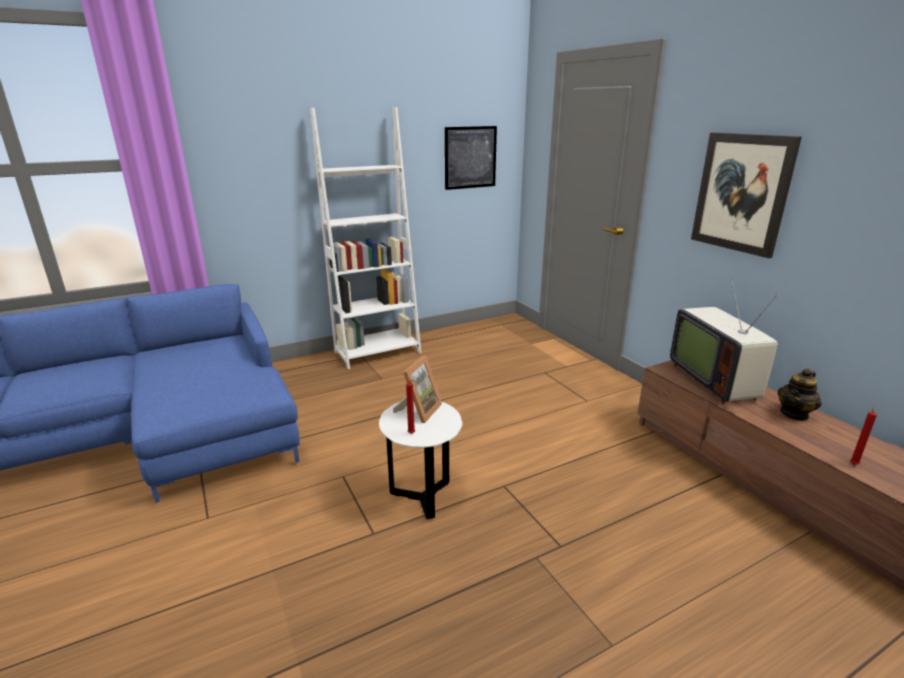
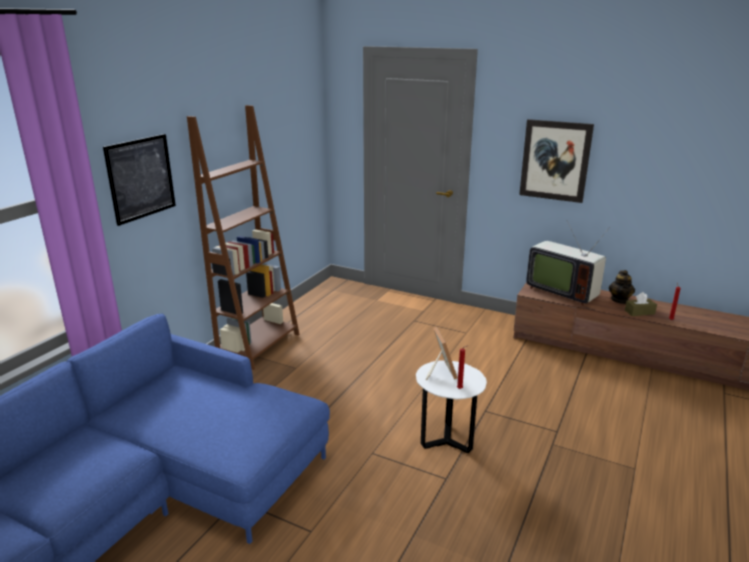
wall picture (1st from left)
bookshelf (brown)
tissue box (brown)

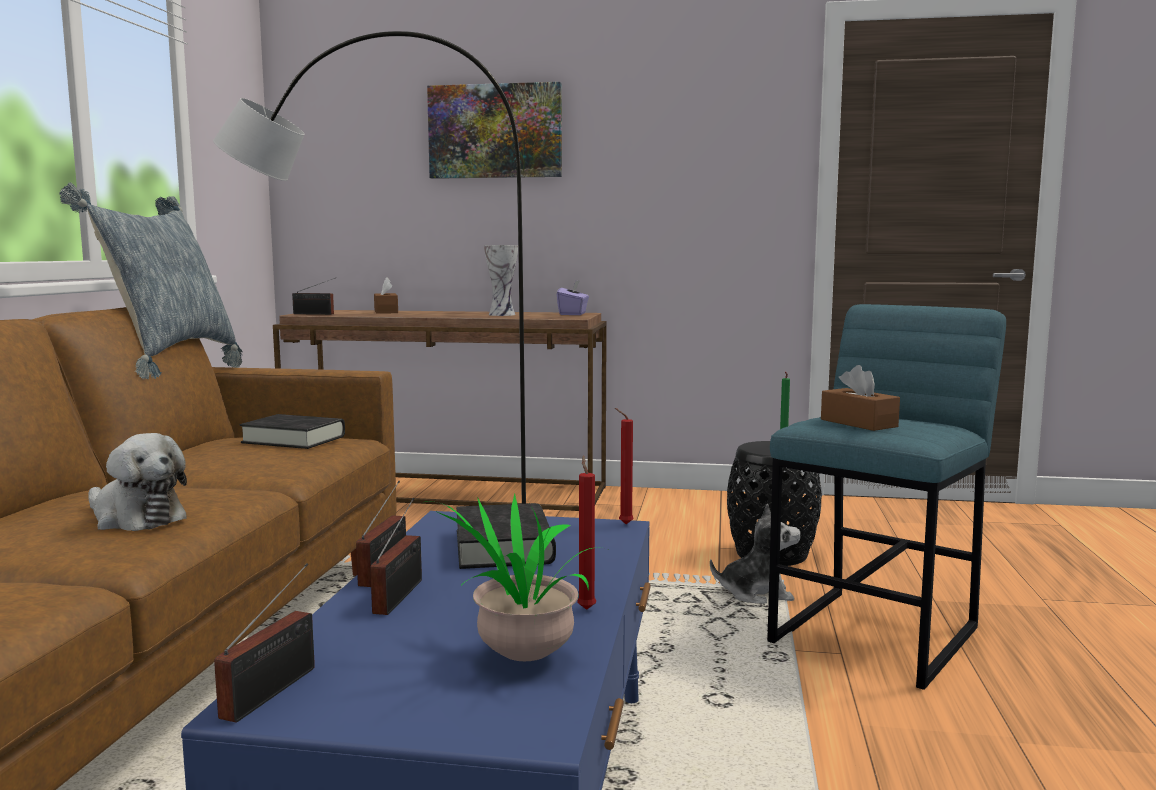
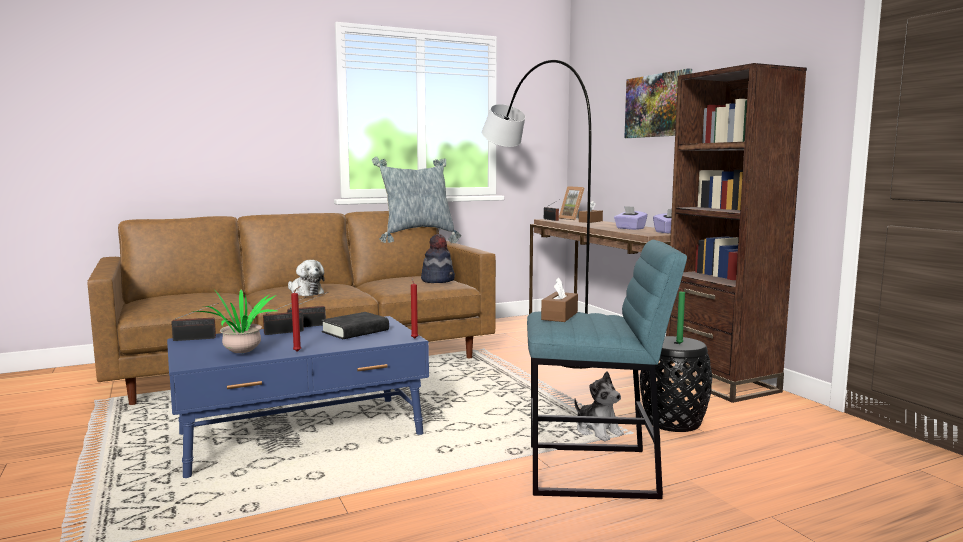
plush toy (1st from left)
clothing hat
picture frame
tissue box (purple-coloured) (1st from left)
bookshelf (brown)

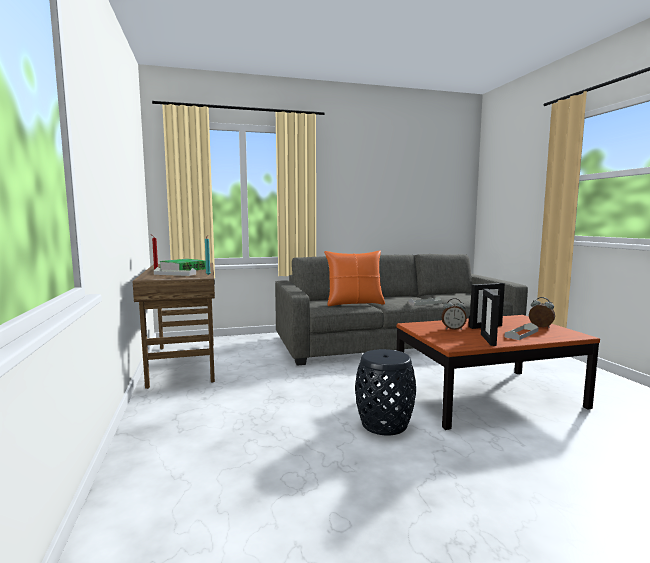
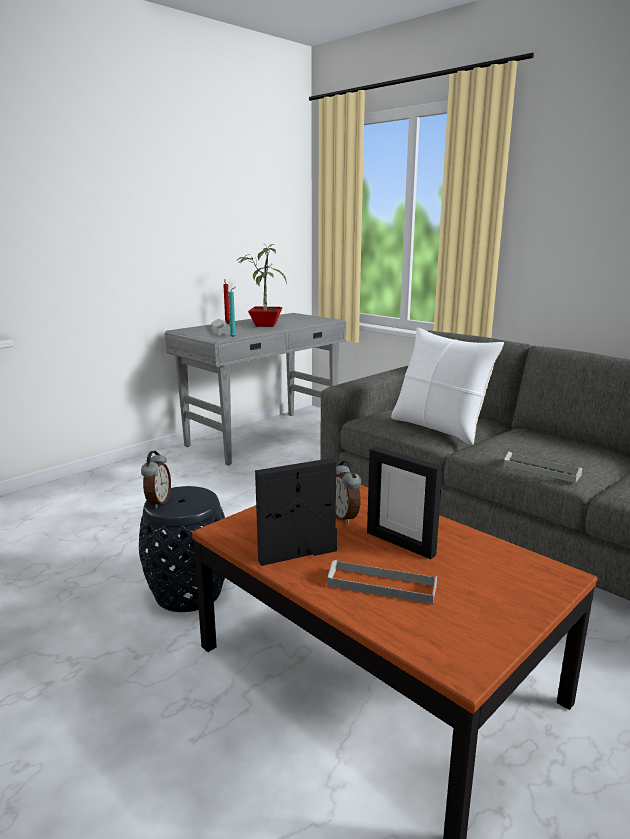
alarm clock (1st from left)
narrow table (grey)
potted plant
pillow (white)

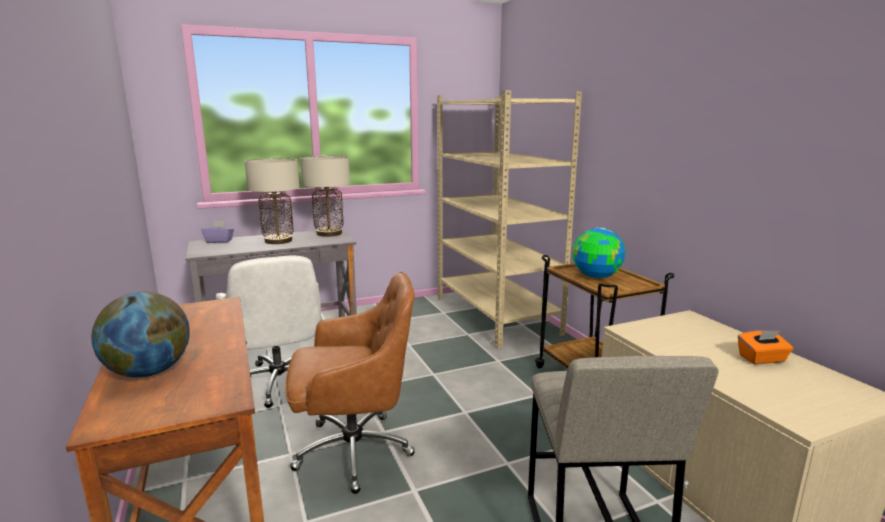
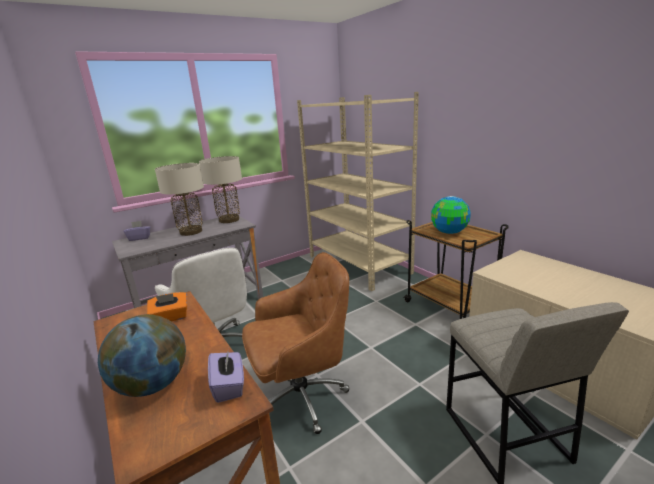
tissue box (orange)
tissue box (purple-coloured) (2nd from left)

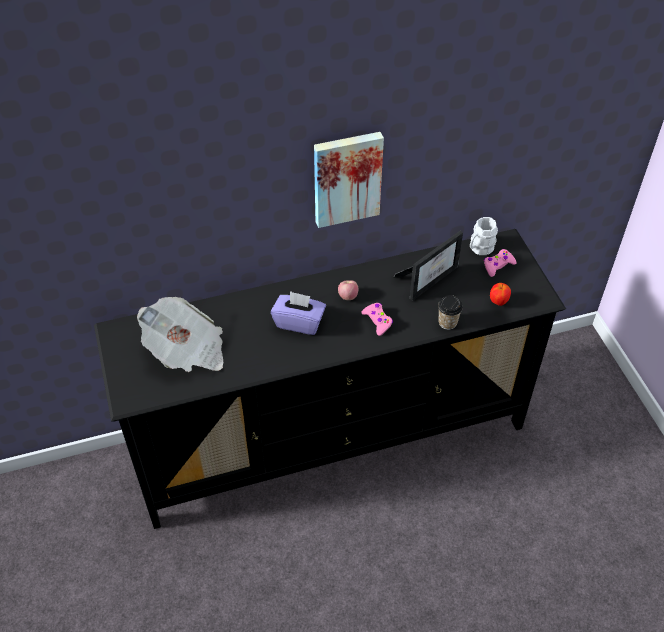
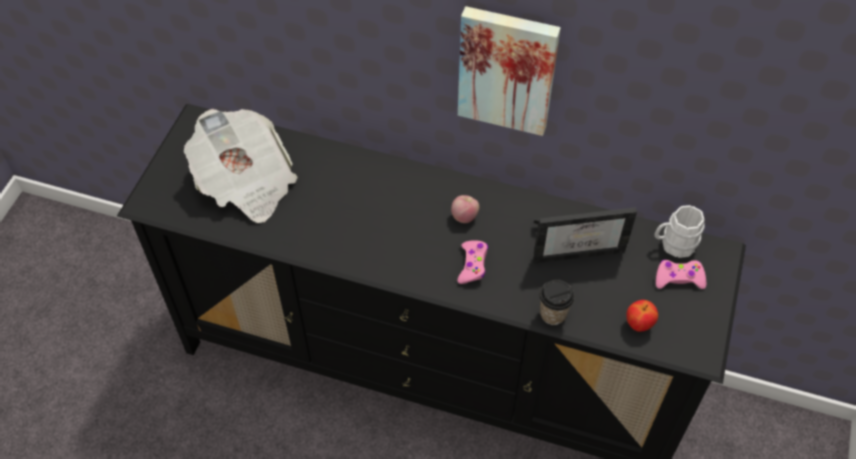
tissue box (purple-coloured)

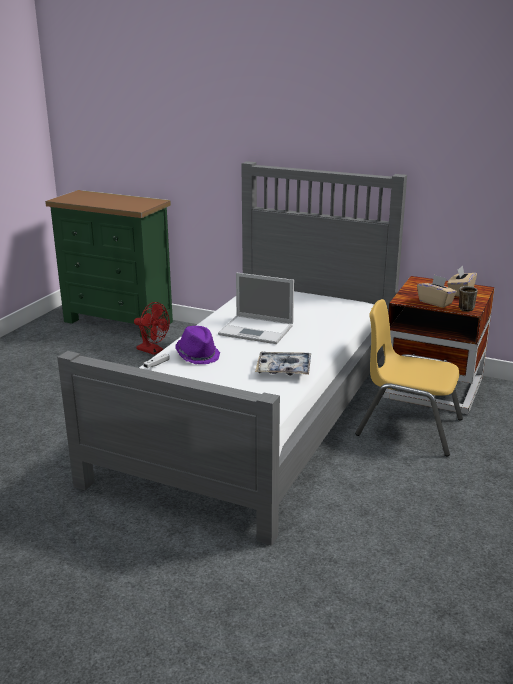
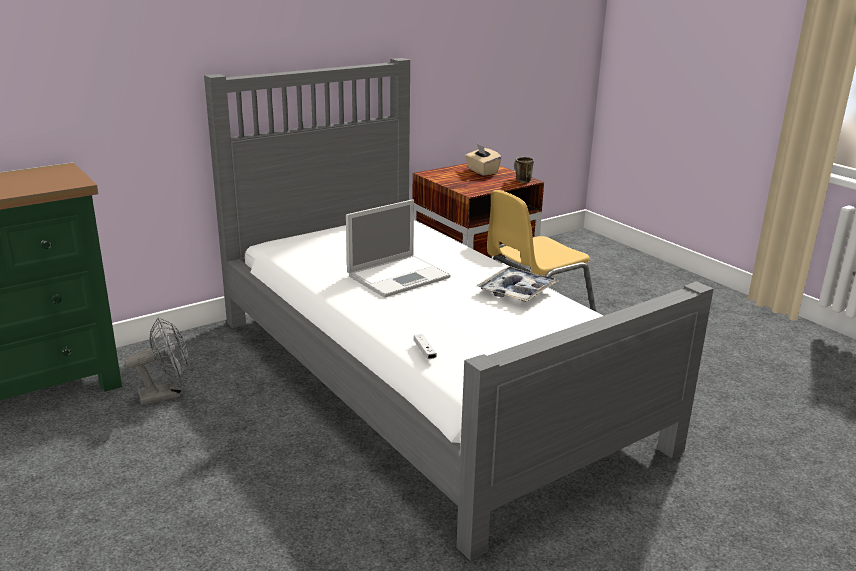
electric fan (grey)
clothing hat (purple-coloured)
tissue box (beige) (1st from left in the first image)

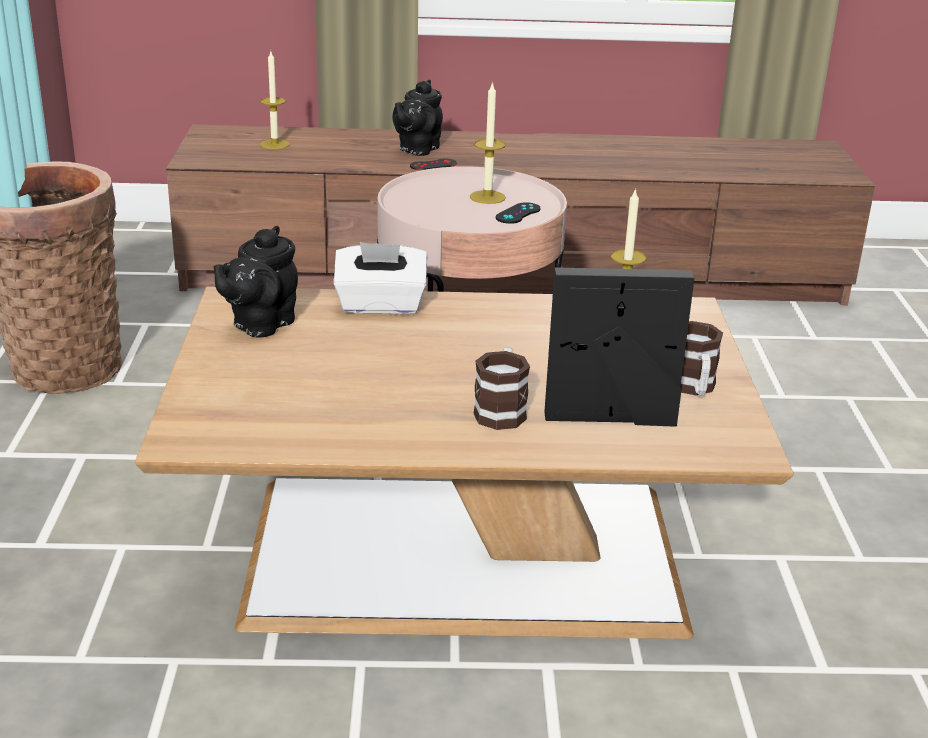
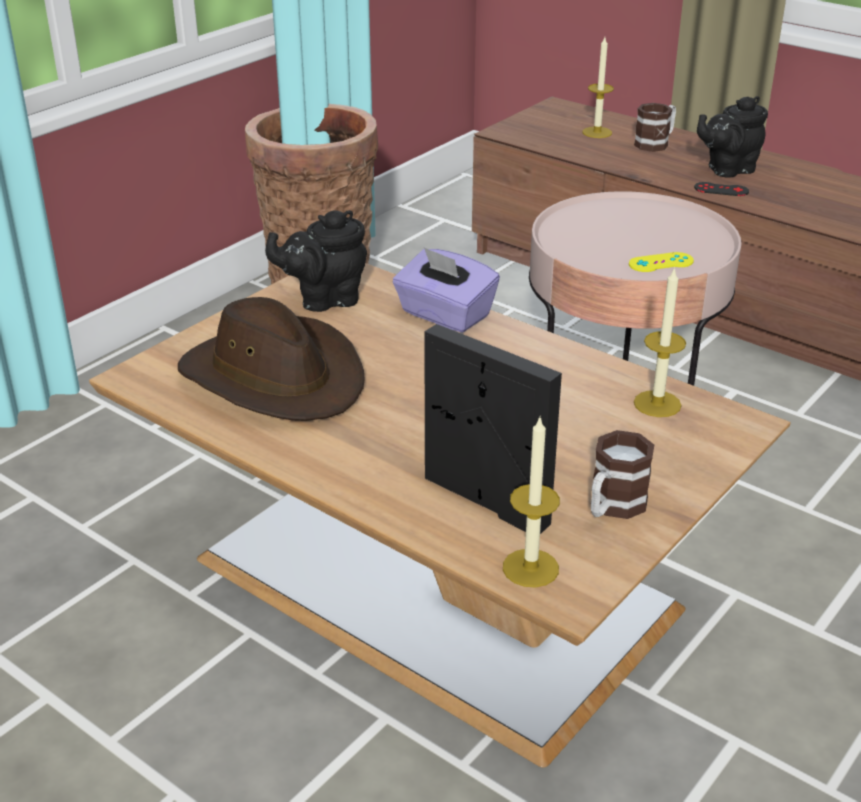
clothing hat (brown)
tissue box (purple-coloured)
candle (1st from left)
joypad (yellow)
mug (2nd from left)

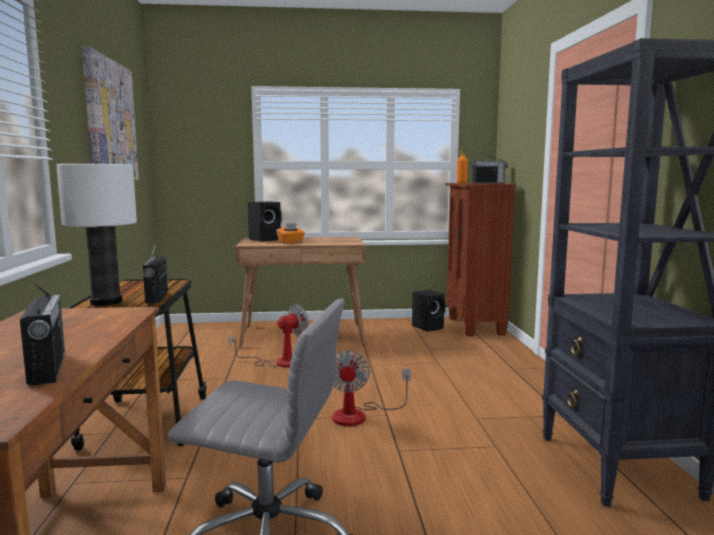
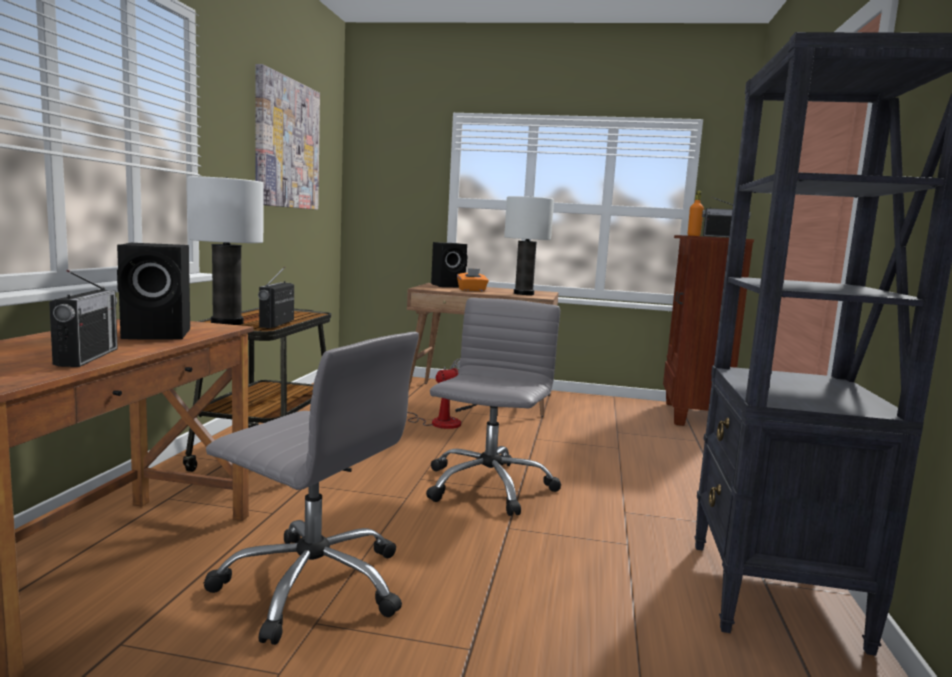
audio speaker (black) (1st from left)
computer chair (grey) (2nd from left)
table lamp (white) (2nd from left)

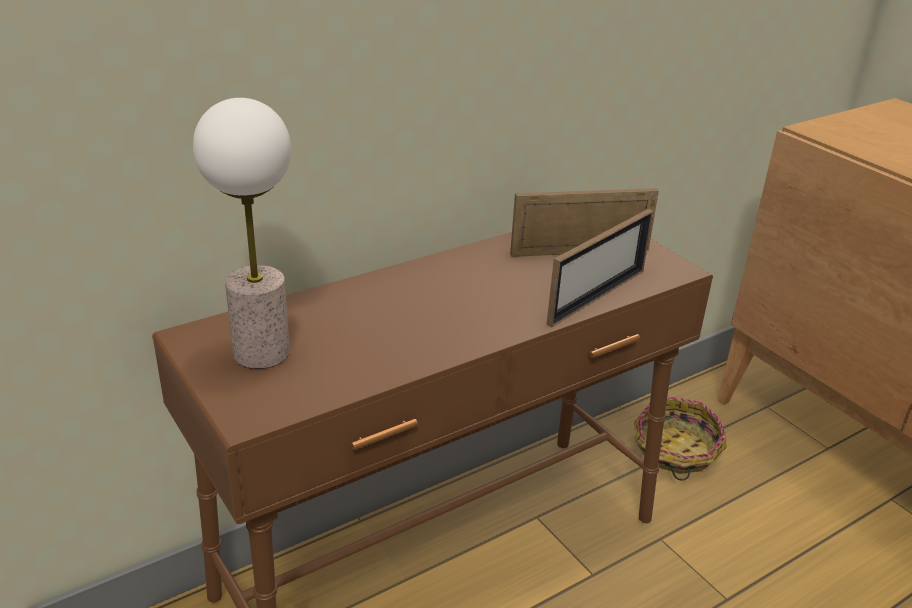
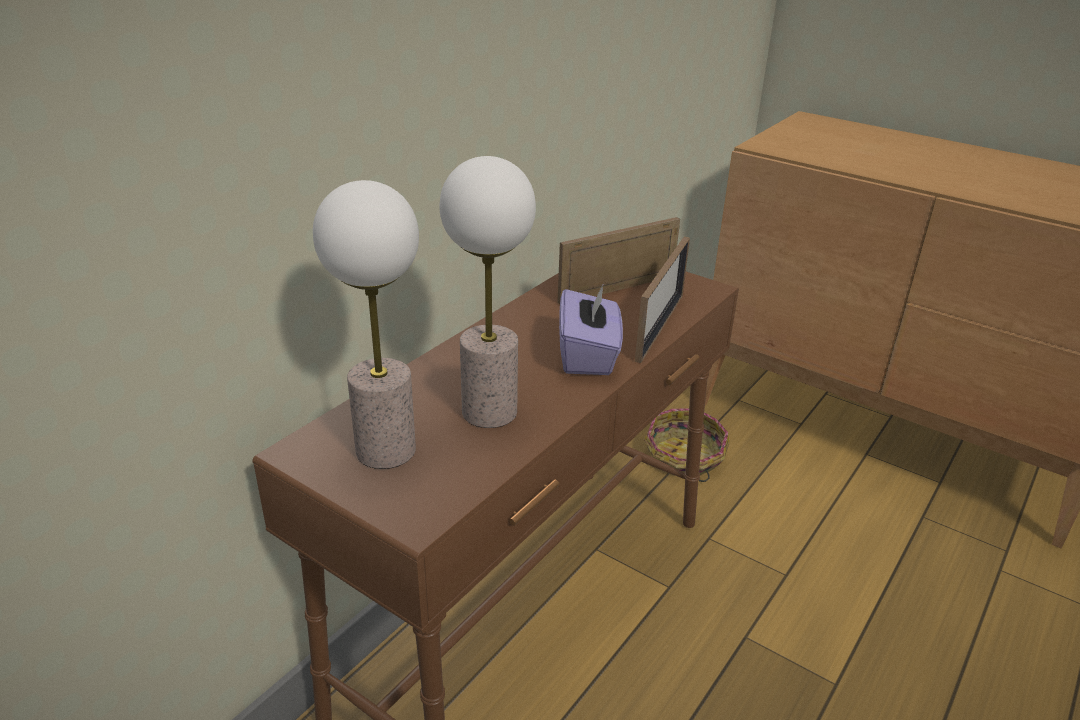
table lamp (2nd from left)
tissue box (purple-coloured)

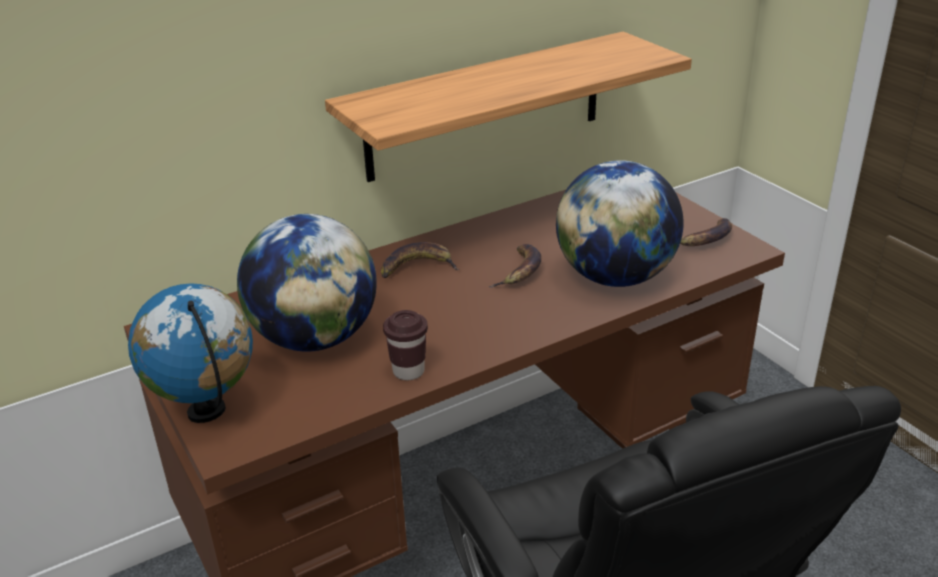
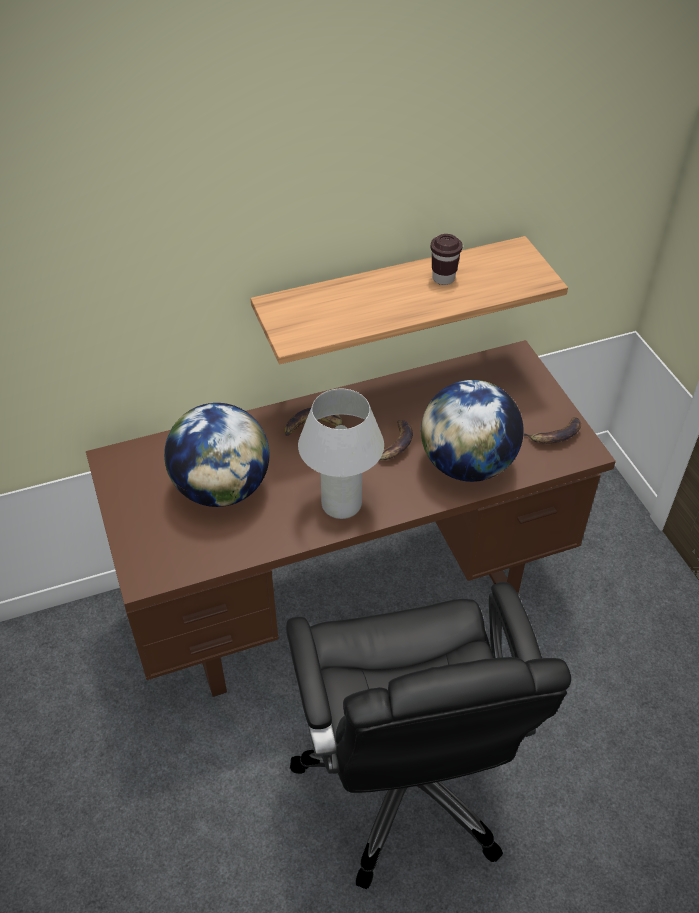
table lamp (white)
drinking cup (brown)
desk globe (1st from left in the first image)

